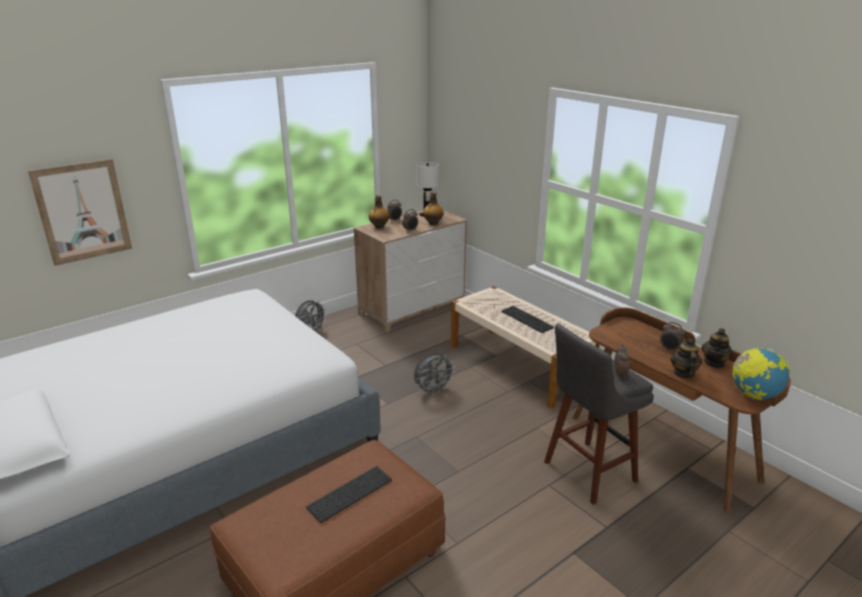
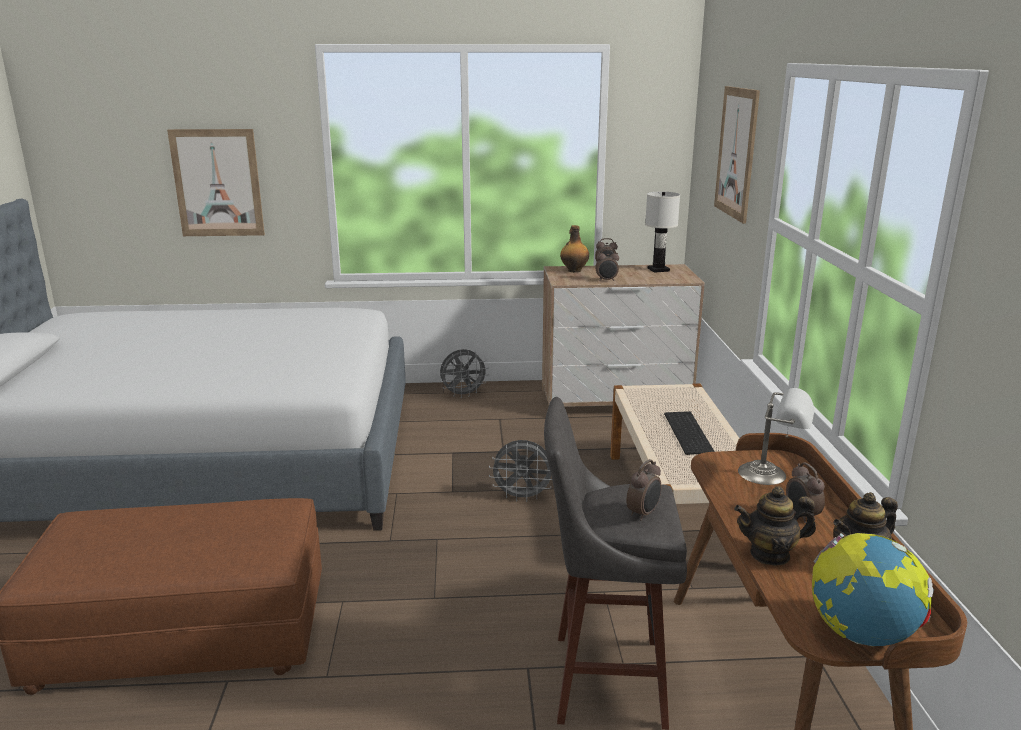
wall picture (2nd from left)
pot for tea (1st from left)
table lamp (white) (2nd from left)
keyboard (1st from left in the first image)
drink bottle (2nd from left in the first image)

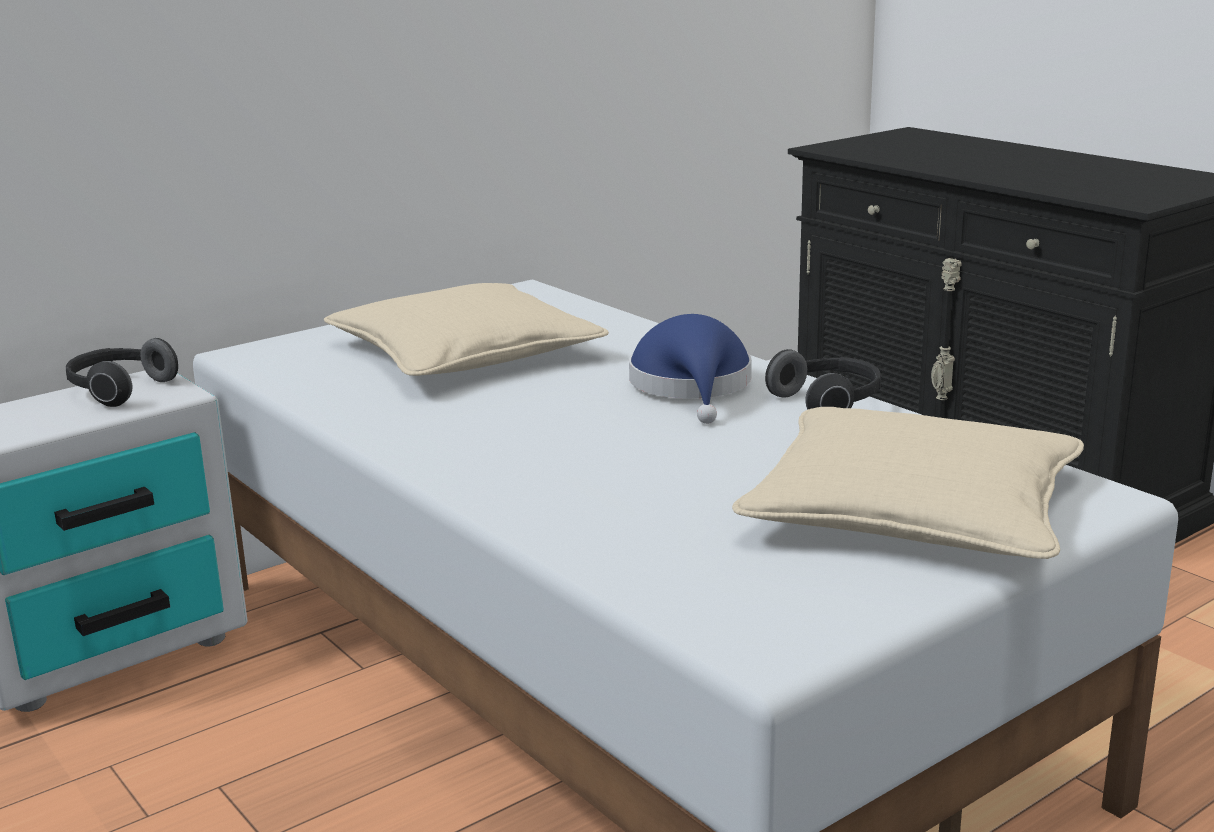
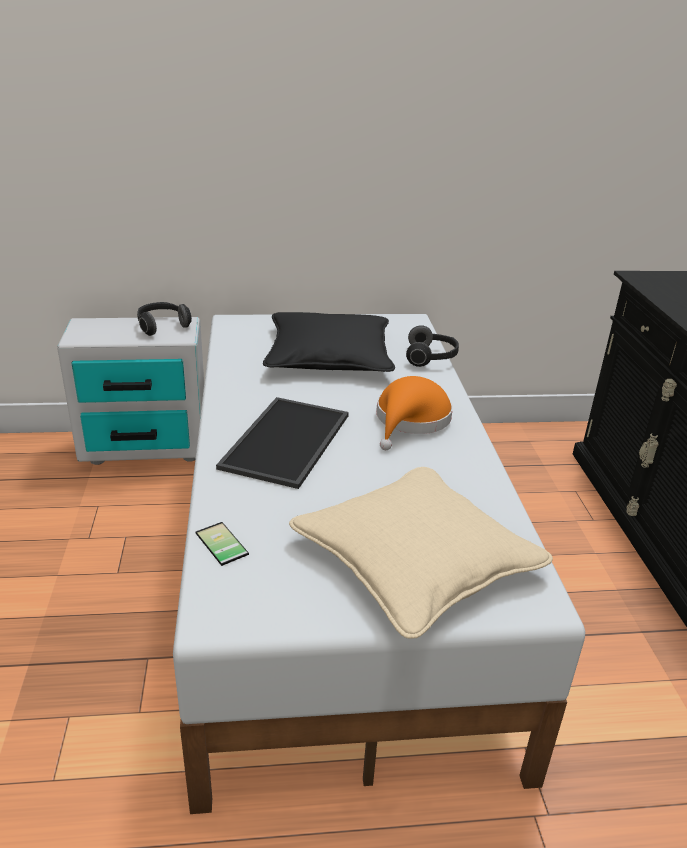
telephone
serving tray
pillow (black)
clothing hat (orange)
pair of headphones (2nd from left)

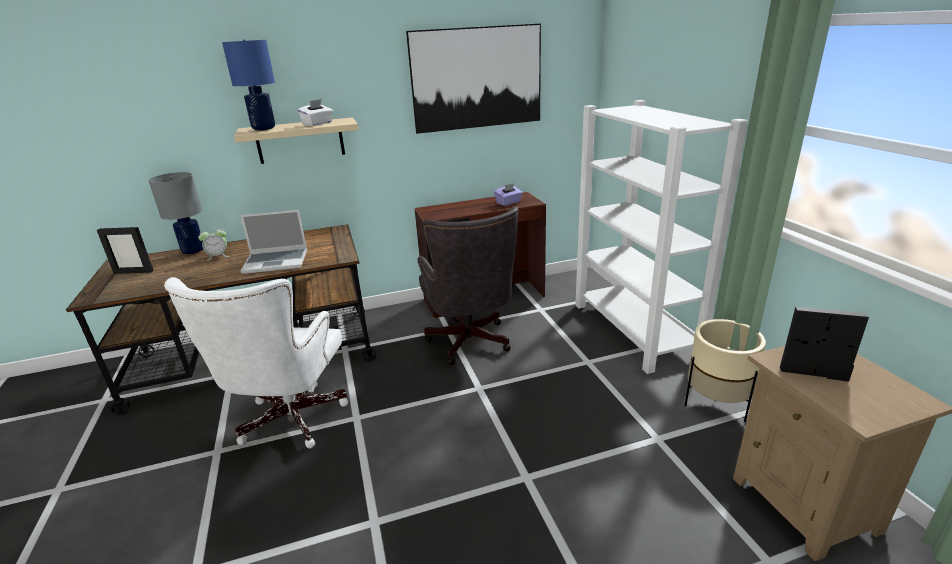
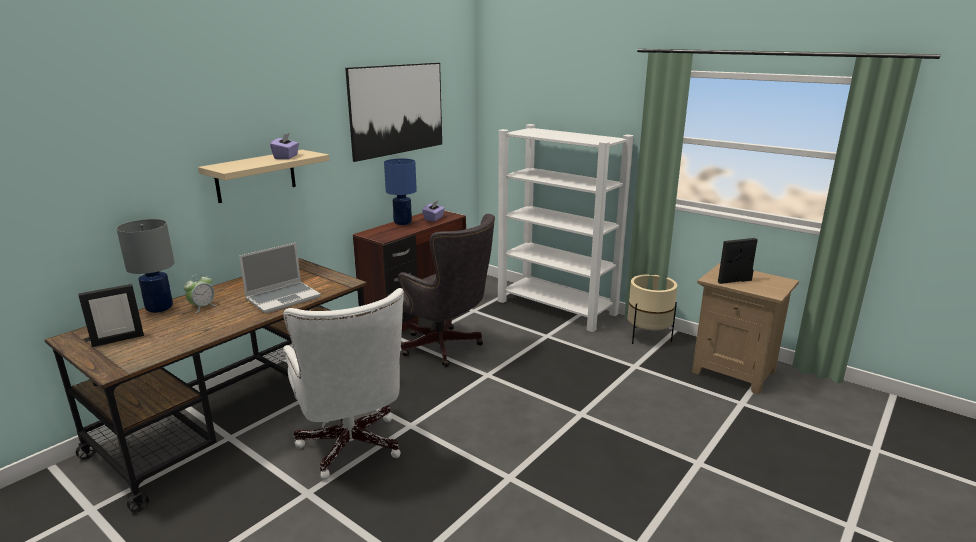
tissue box (purple-coloured) (1st from left)
table lamp (blue)

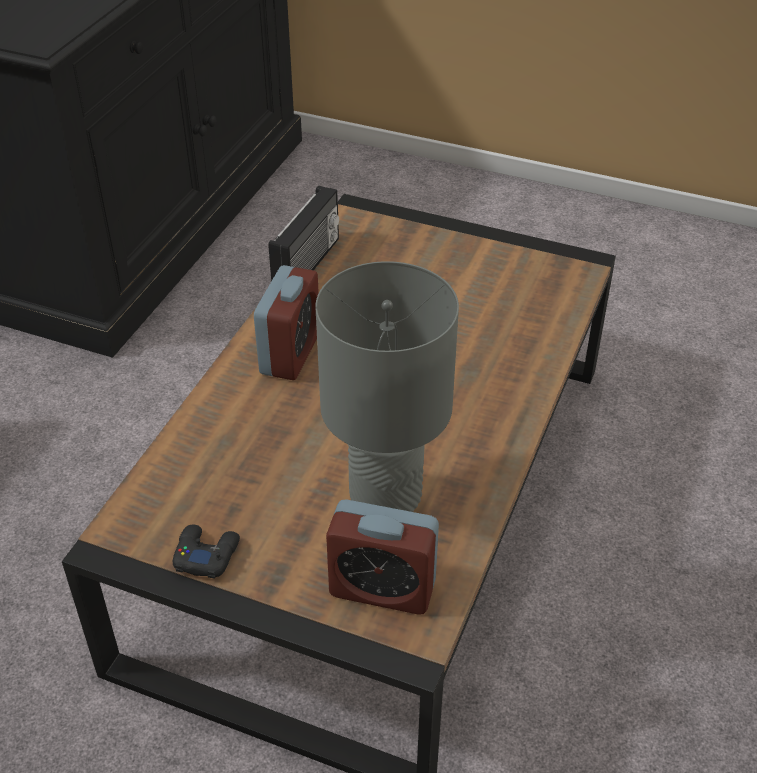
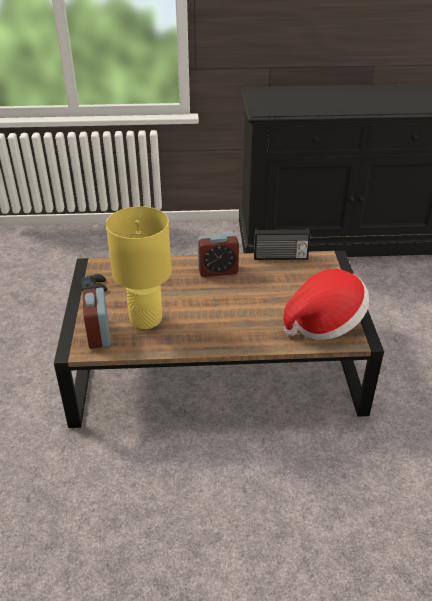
table lamp (yellow)
clothing hat

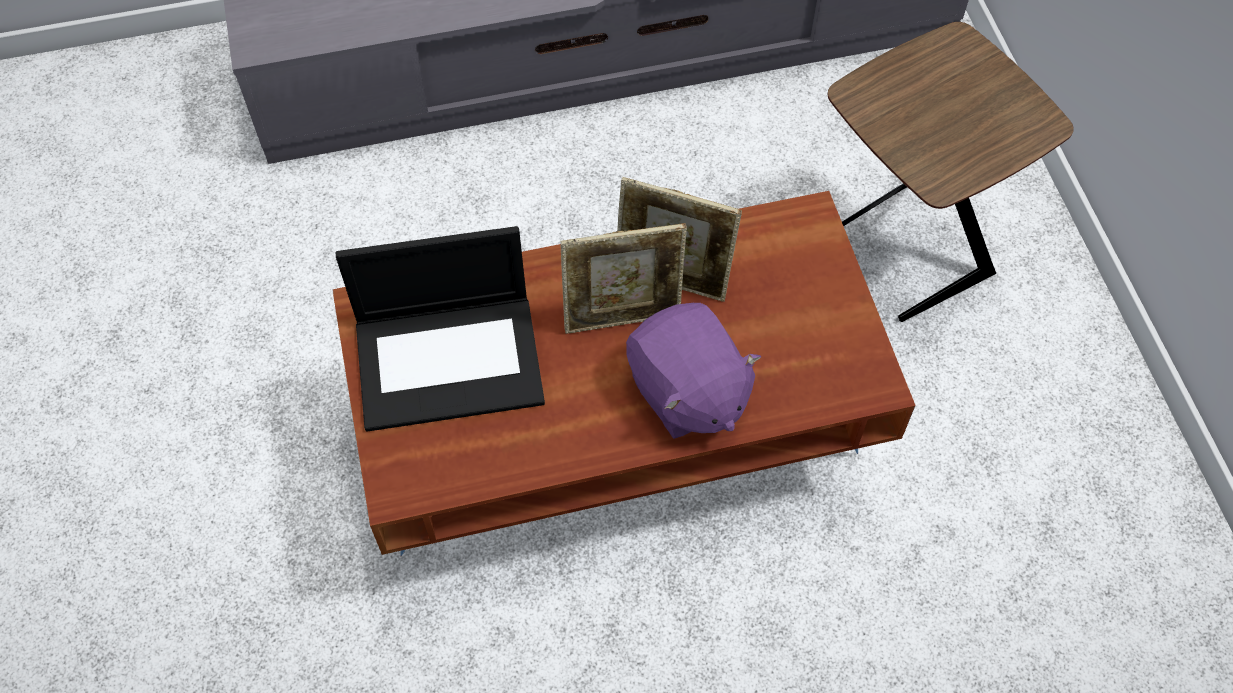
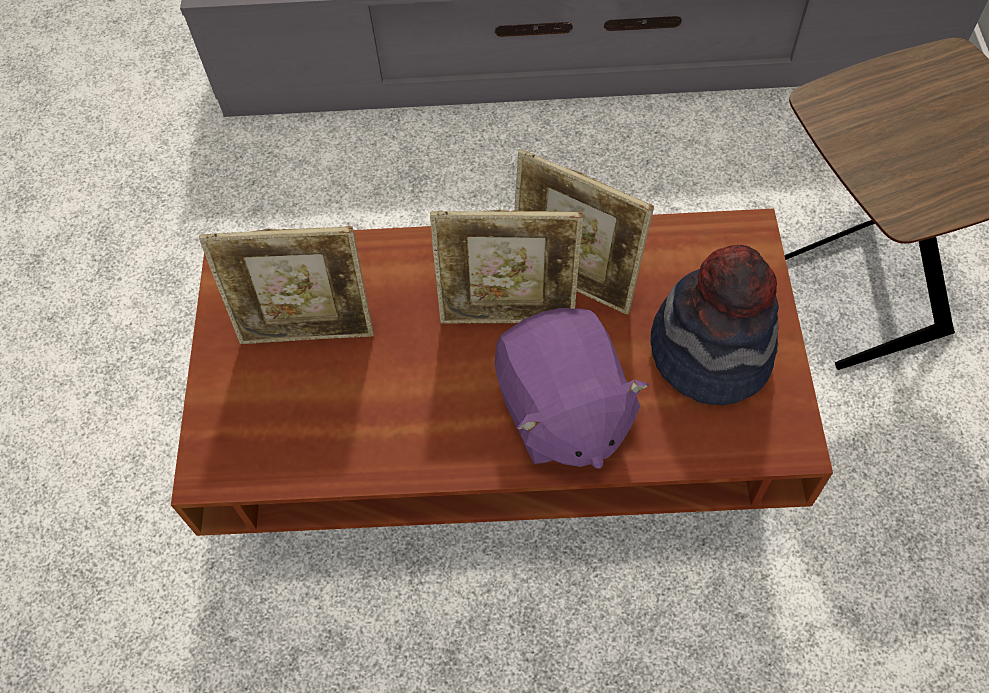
picture frame (1st from left)
clothing hat

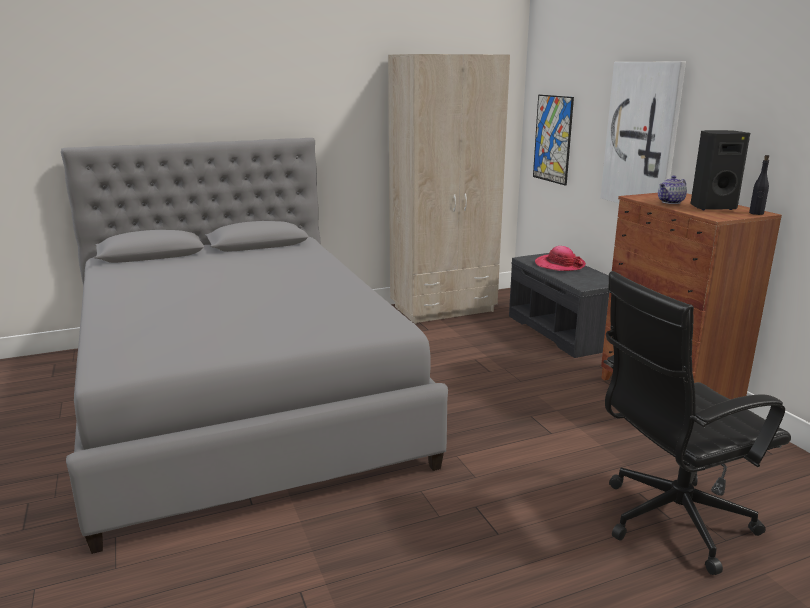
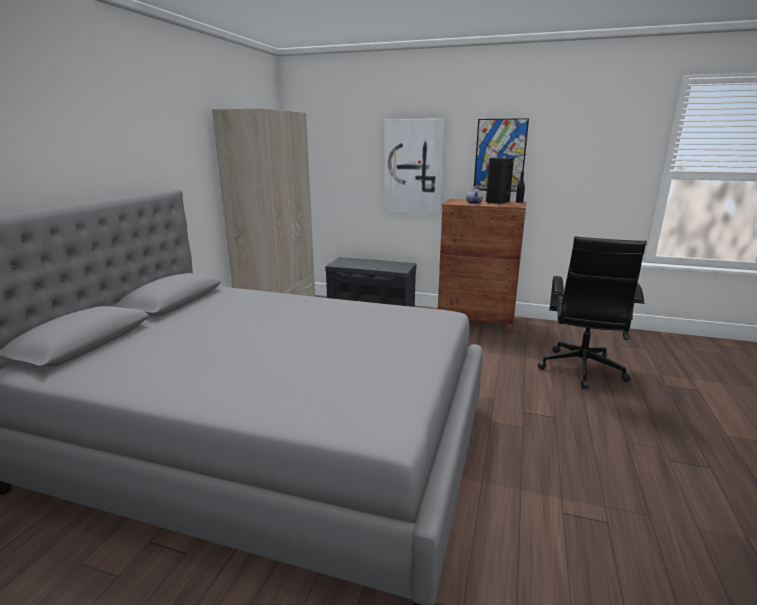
wall picture (2nd from left)
clothing hat

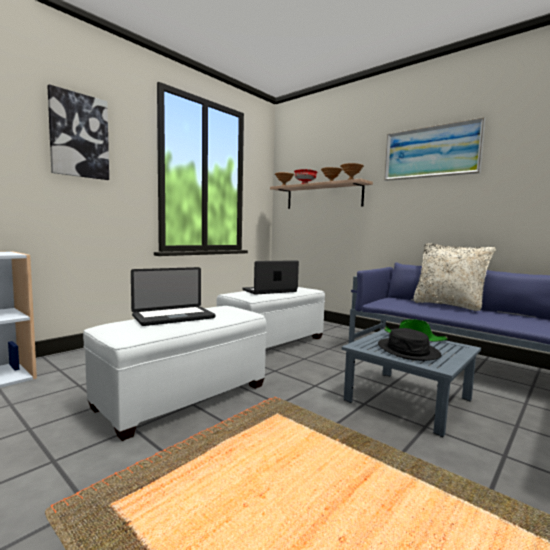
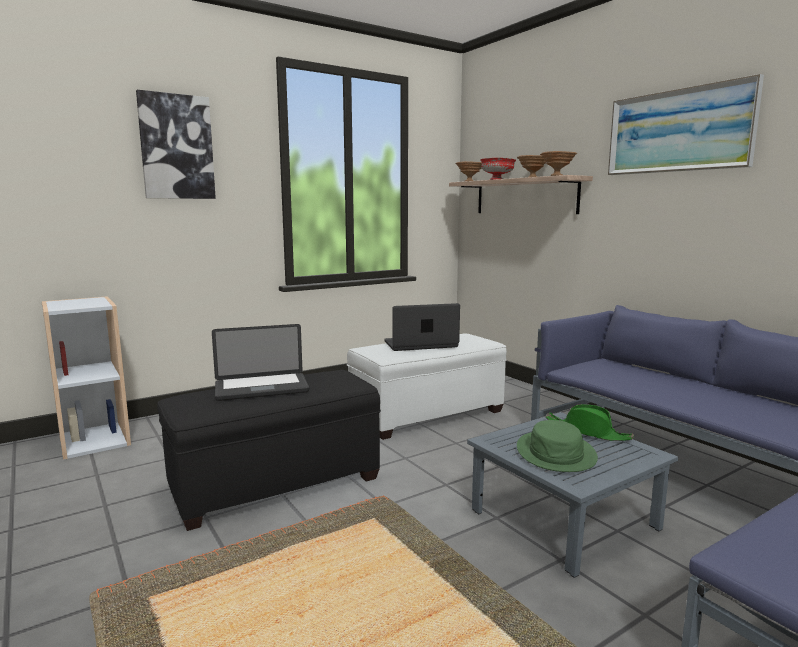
footrest (black)
clothing hat (green-coloured) (1st from left)
pillow (beige)

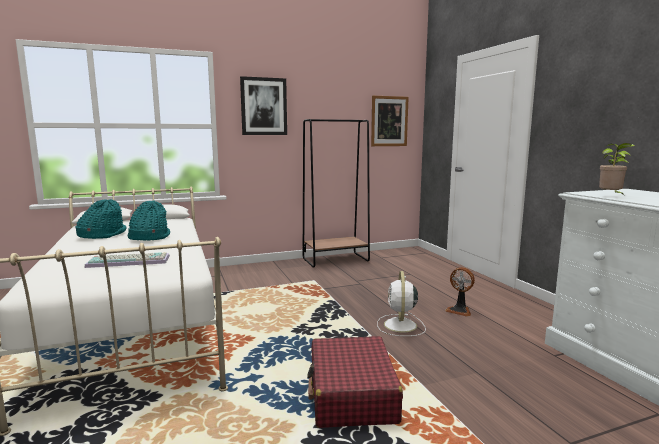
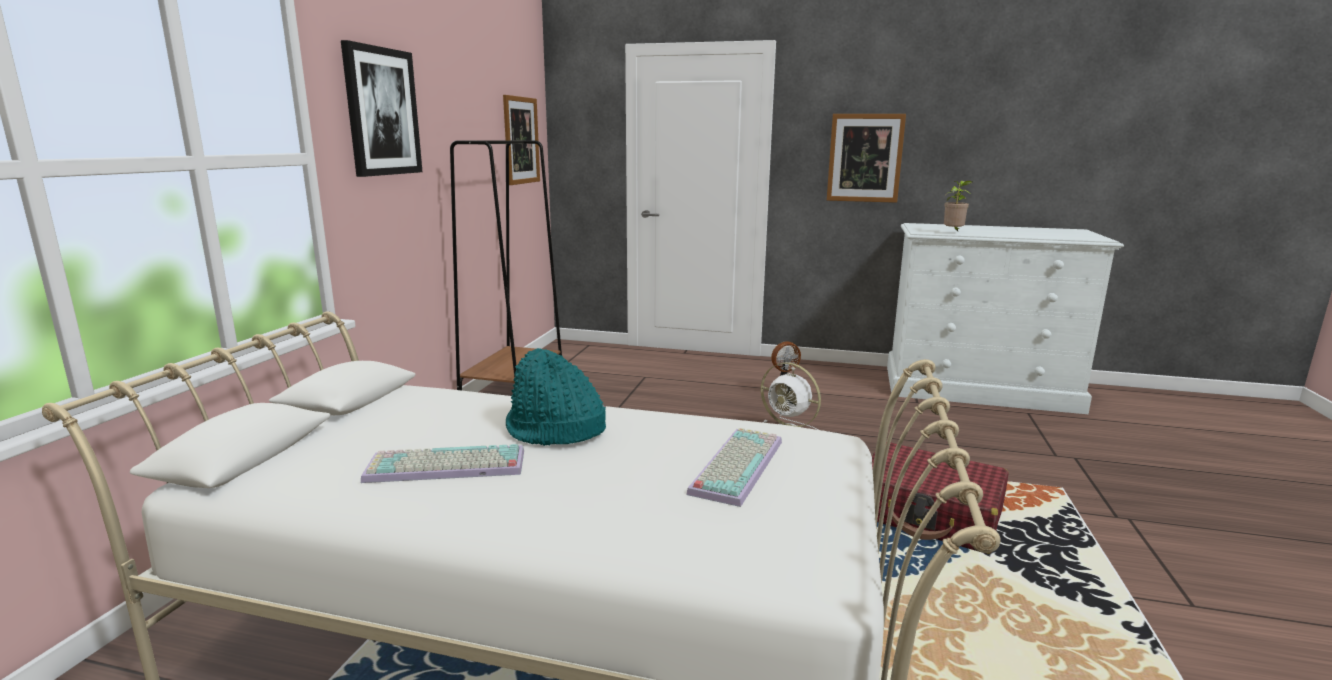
keyboard (1st from left)
wall picture (3rd from left)

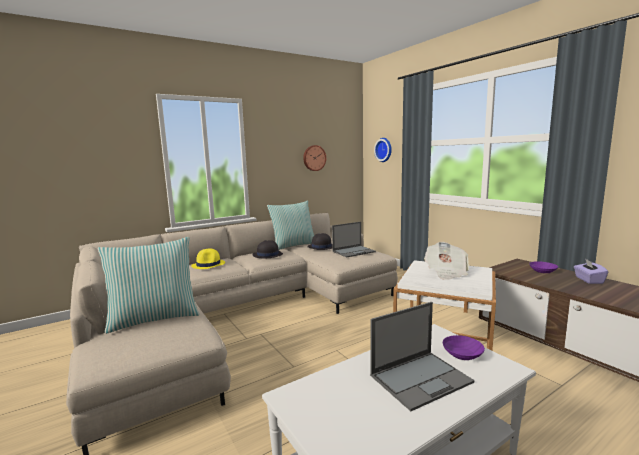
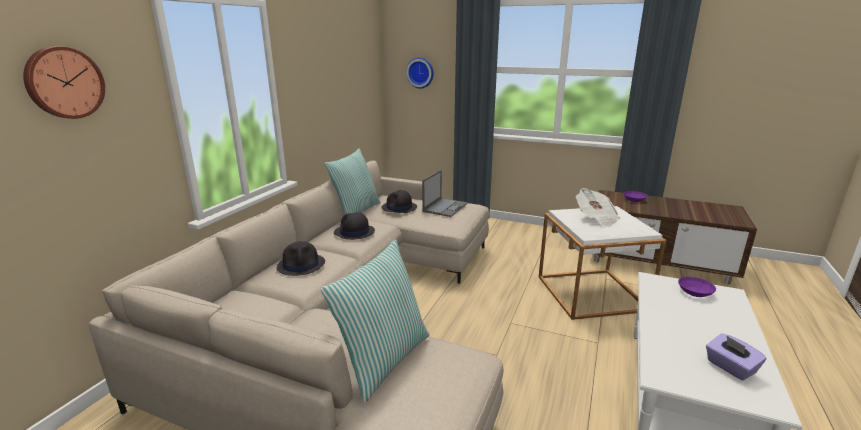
wall clock (1st from left)
clothing hat (black) (1st from left)
tissue box (purple-coloured)
notebook computer (2nd from left in the first image)

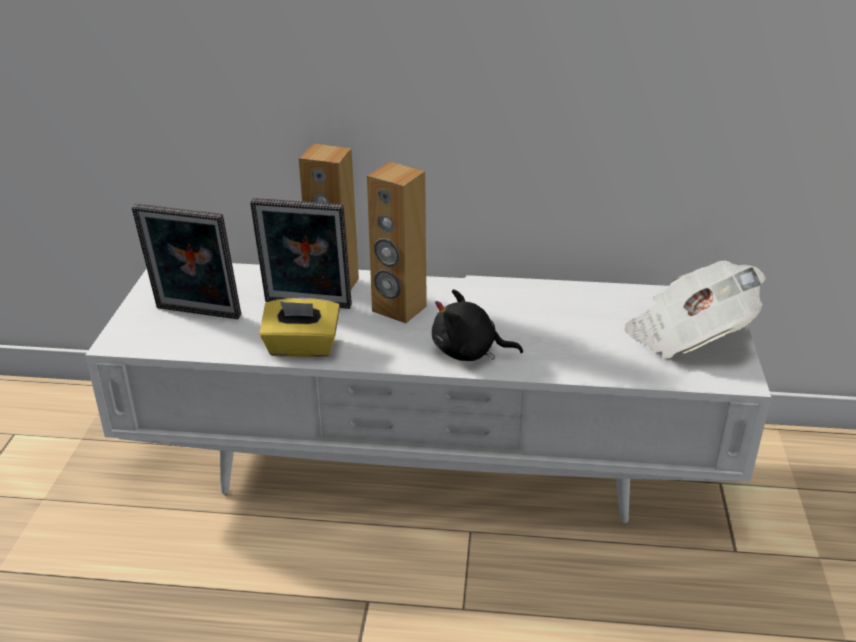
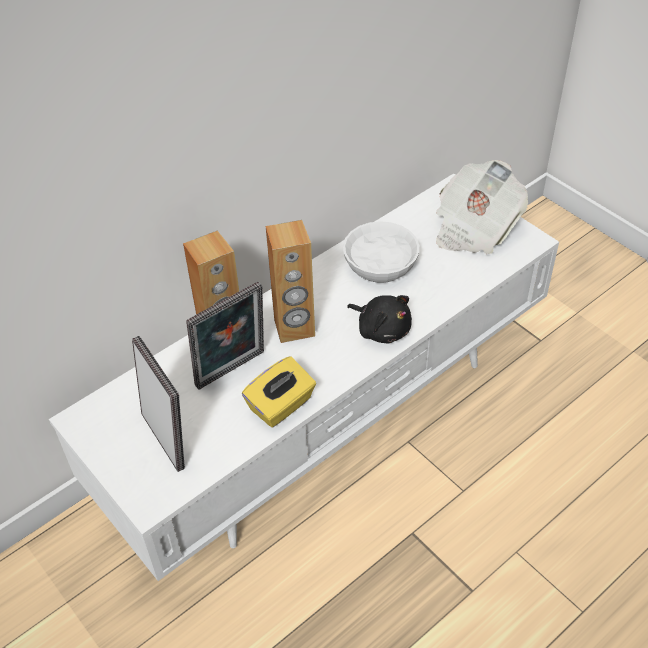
picture frame (1st from left)
bowl (white)
plush toy (black)

